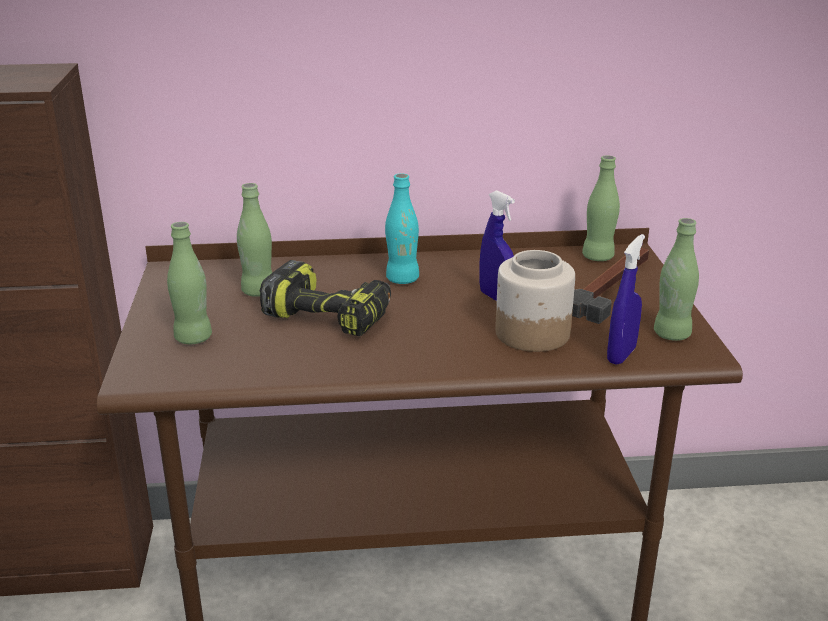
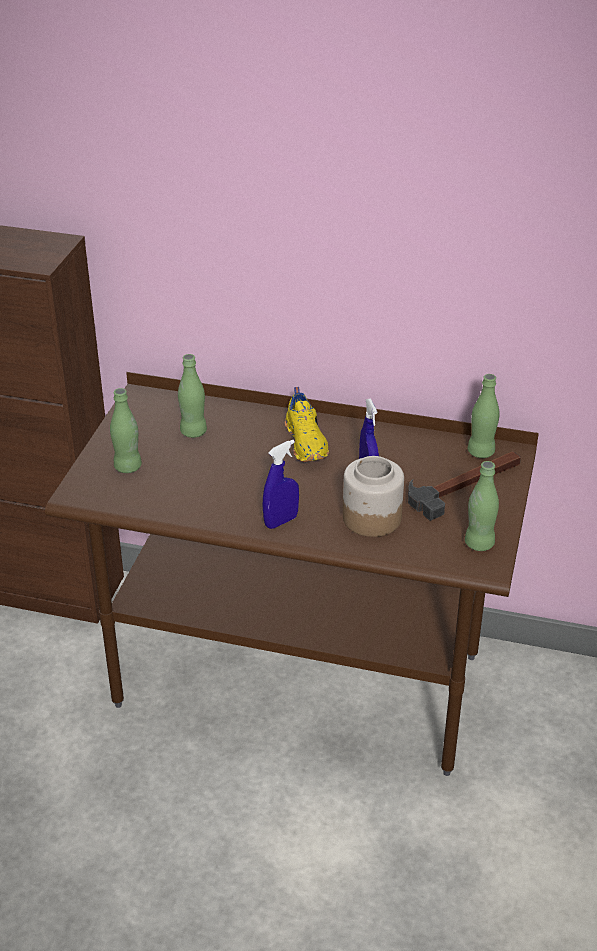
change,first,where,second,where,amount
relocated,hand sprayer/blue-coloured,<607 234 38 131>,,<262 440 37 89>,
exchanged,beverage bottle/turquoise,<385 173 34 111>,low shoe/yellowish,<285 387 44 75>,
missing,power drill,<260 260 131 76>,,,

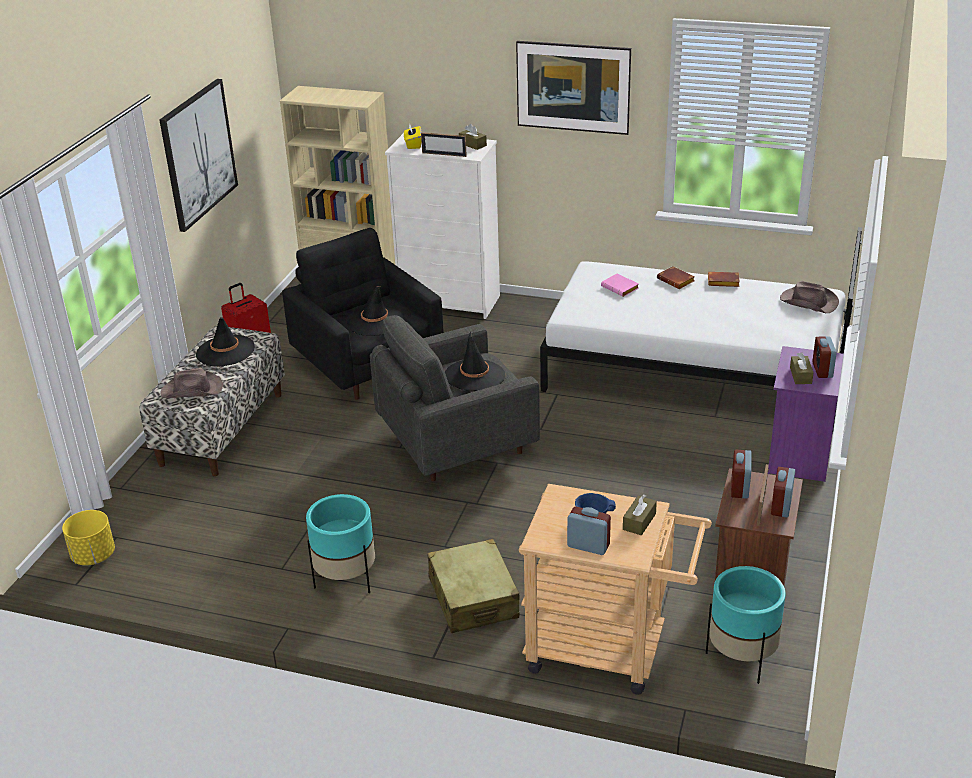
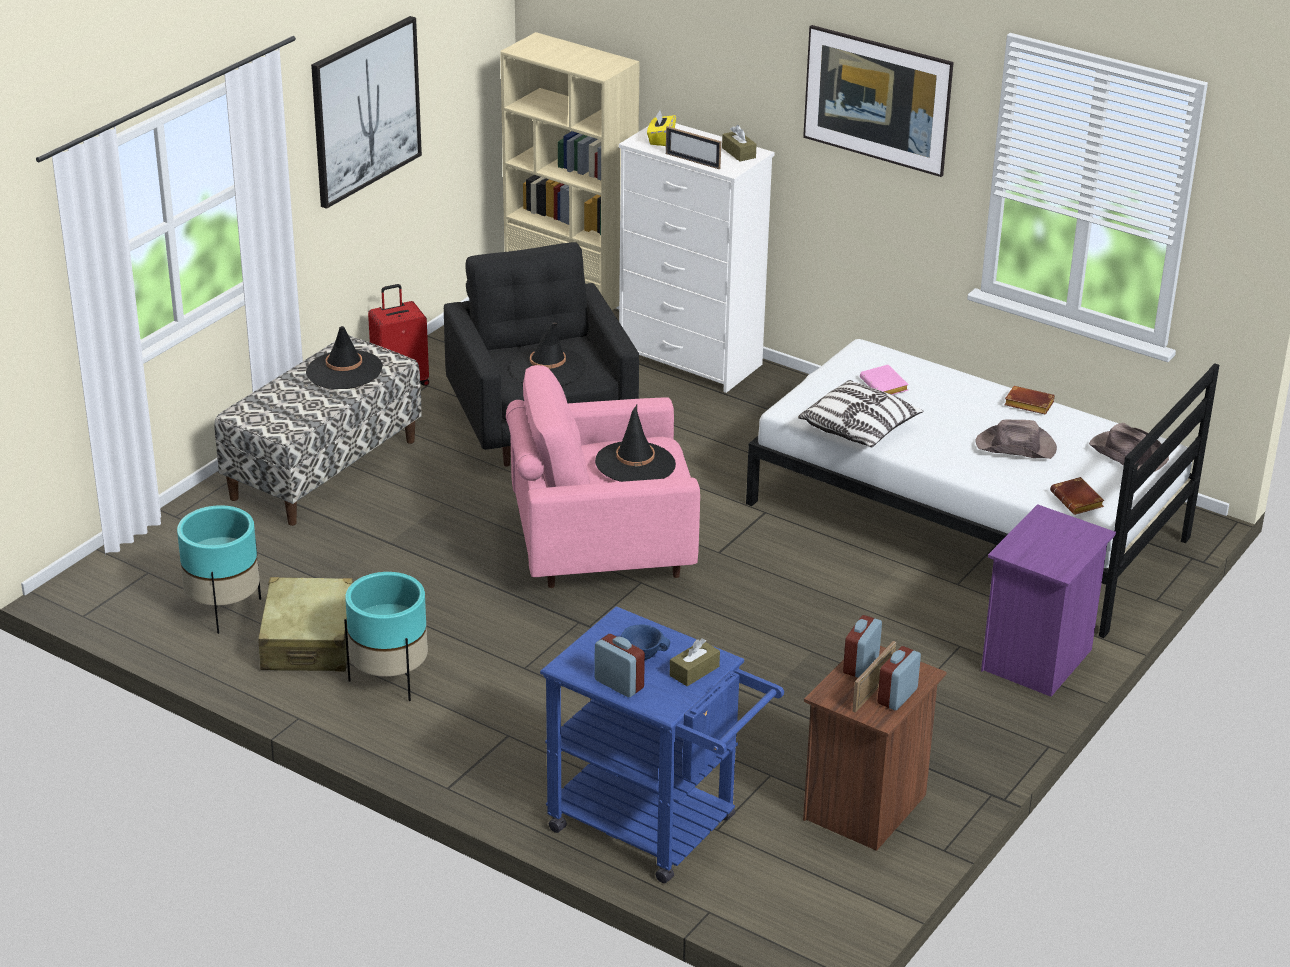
change,first,where,second,where,amount
relocated,plant pot/turquoise,<706 566 80 118>,,<177 505 84 129>,
relocated,suitcase/beige,<427 539 92 94>,,<258 577 95 95>,
colour,armchair/greyish,<370 315 170 166>,armchair/pinkish,<506 365 194 223>,
colour,trolley/beige,<519 484 193 211>,trolley/blue-coloured,<540 606 244 277>,
appeared,,,pillow,<798 380 126 67>,
relocated,clothing hat/brown,<160 368 63 30>,,<975 419 82 40>,
relocated,volume/brown,<657 266 38 23>,,<1050 477 54 38>,
missing,plant pot/yellowish,<62 510 53 55>,,,
missing,tissue holder/brown,<790 352 24 32>,,,
missing,alarm clock,<812 336 25 42>,,,

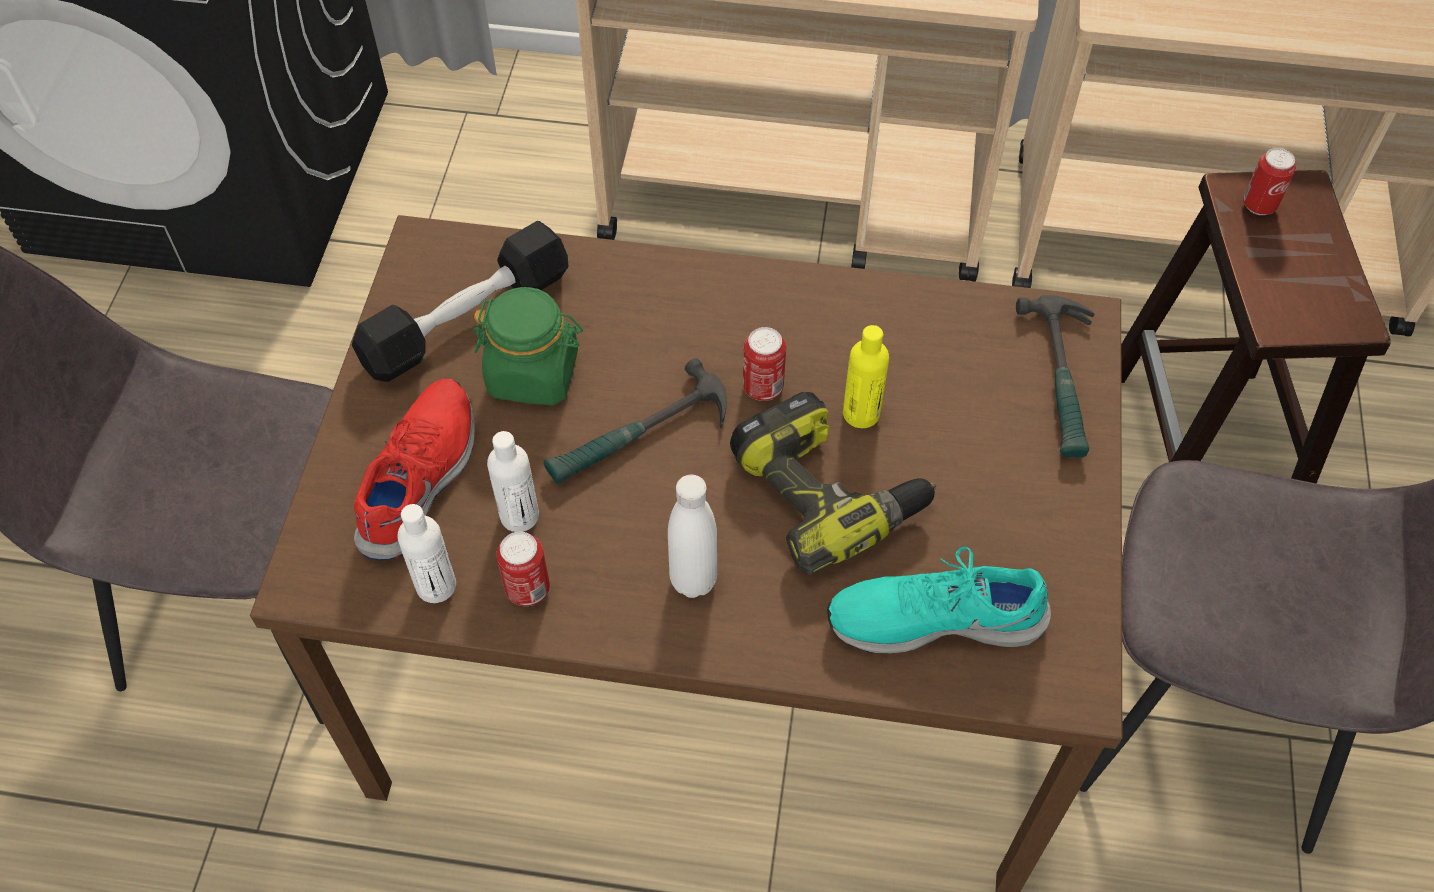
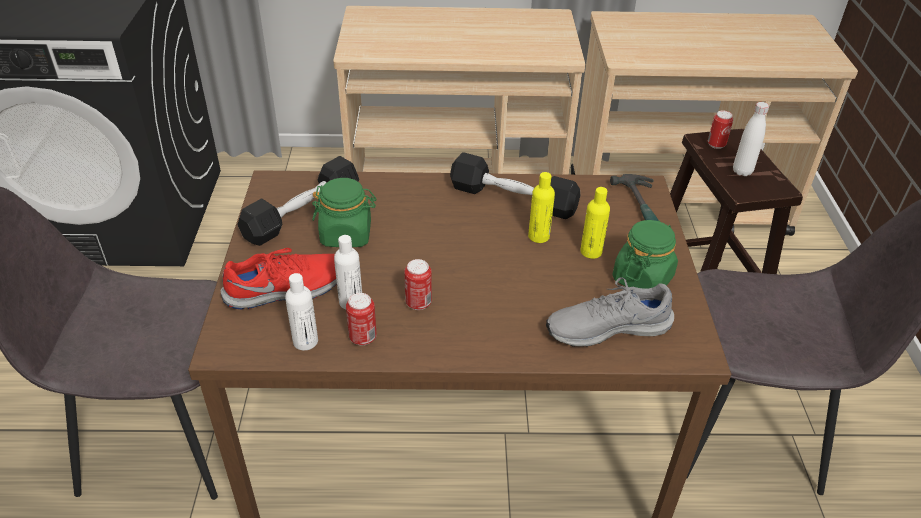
change,first,where,second,where,amount
spun,low shoe/red,<354 378 121 183>,,<221 248 116 61>,60 degrees clockwise
relocated,metal can,<743 327 43 74>,,<404 259 28 51>,
appeared,,,hand weight/black,<450 152 130 67>,
colour,low shoe/turquoise,<827 547 224 107>,low shoe/greyish,<546 277 128 70>,
appeared,,,beverage bottle/yellowish,<580 187 30 72>,
appeared,,,jar/green-coloured,<613 220 65 69>,
relocated,beverage bottle/white-coloured,<668 475 49 123>,,<733 102 36 74>,
missing,hand hammer,<544 358 183 126>,,,
missing,power drill,<730 392 206 182>,,,

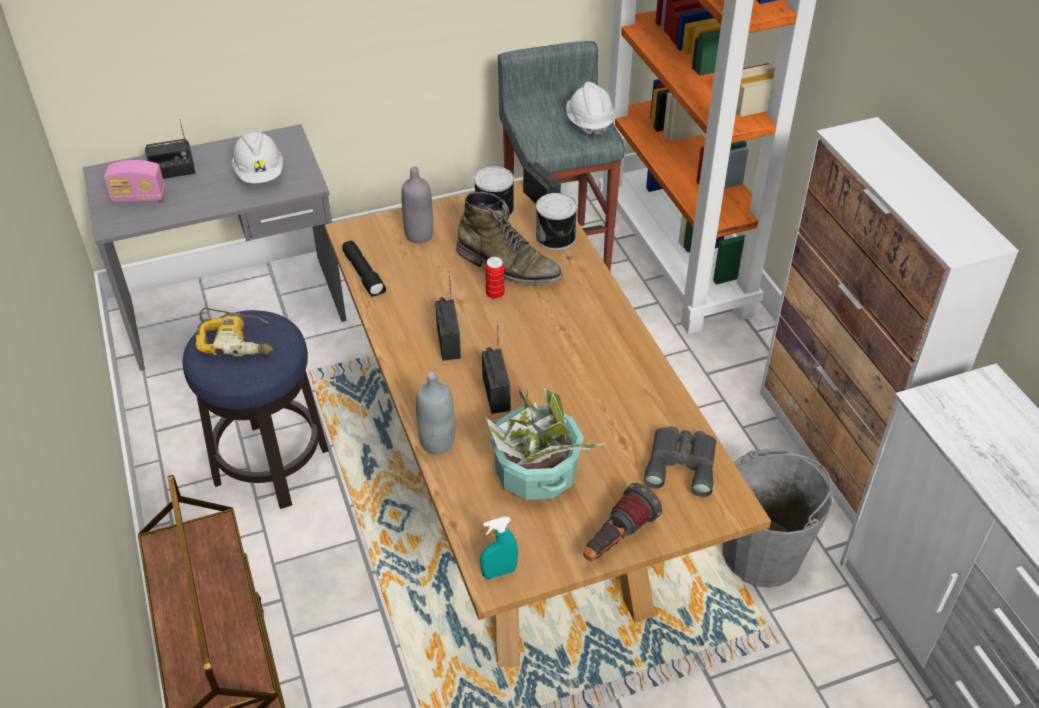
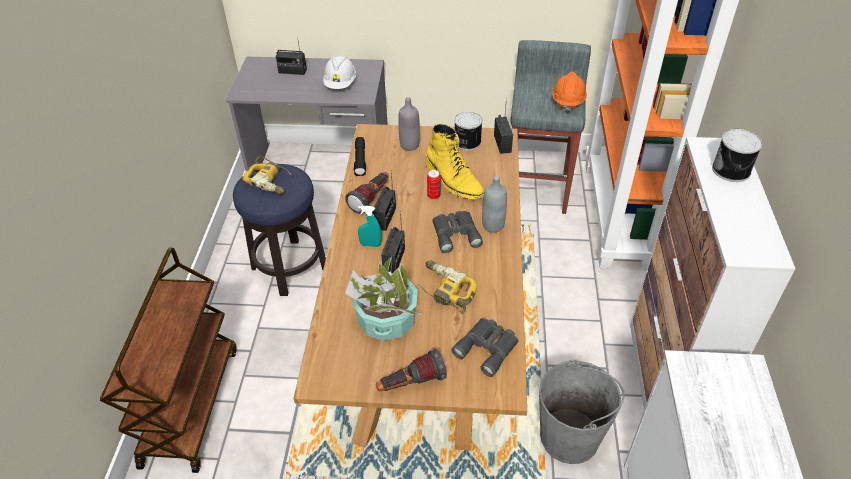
change,first,where,second,where,amount
appeared,,,flashlight,<345 172 44 42>,
relocated,hand sprayer/turquoise,<480 517 38 62>,,<358 206 24 41>,
appeared,,,power drill,<418 260 60 54>,
colour,tall boot/green-coloured,<456 192 107 93>,tall boot/yellowish,<425 124 59 75>,
appeared,,,field glasses/greyish,<432 211 51 42>,
relocated,beverage bottle/greyish,<416 372 39 83>,,<482 176 25 57>,
colour,safety helmet/white-coloured,<566 82 49 57>,safety helmet/orange-coloured,<552 72 35 41>,
relocated,metal can,<536 193 41 57>,,<712 129 51 53>,
missing,radio set,<104 160 62 42>,,,

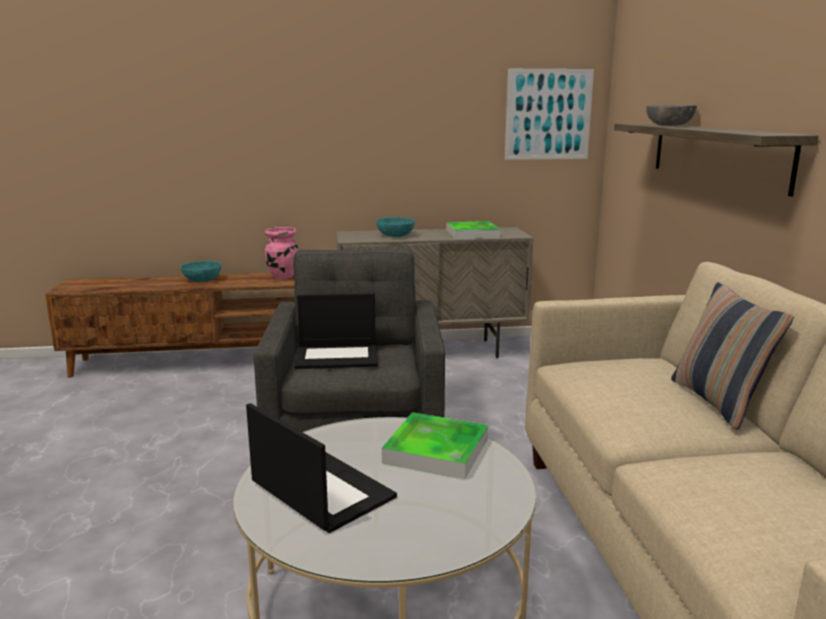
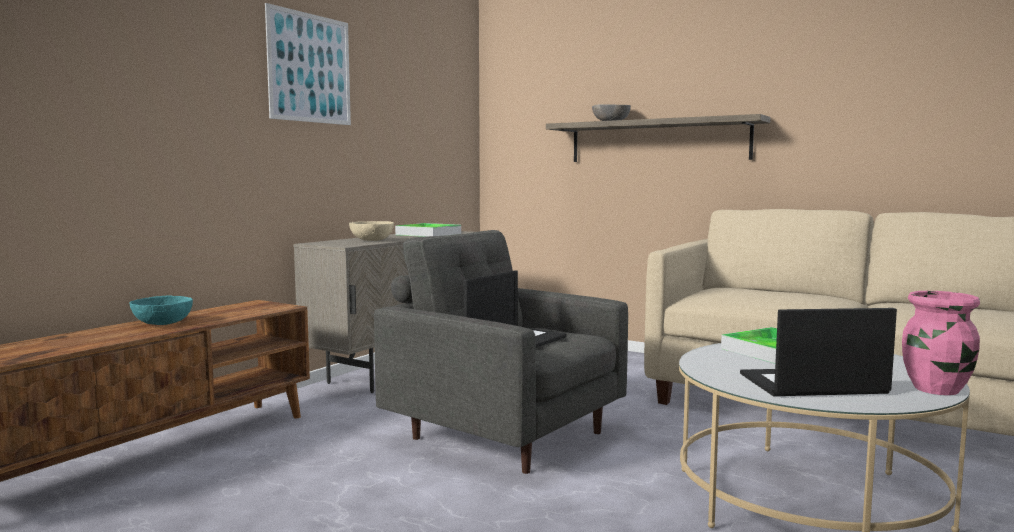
change,first,where,second,where,amount
relocated,picture,<505 69 89 91>,,<265 3 86 122>,
colour,deep dish/turquoise,<376 217 39 20>,deep dish/beige,<349 221 45 20>,
relocated,flower vase/pinkish,<265 227 33 52>,,<902 291 78 104>,
missing,pillow,<671 282 123 148>,,,

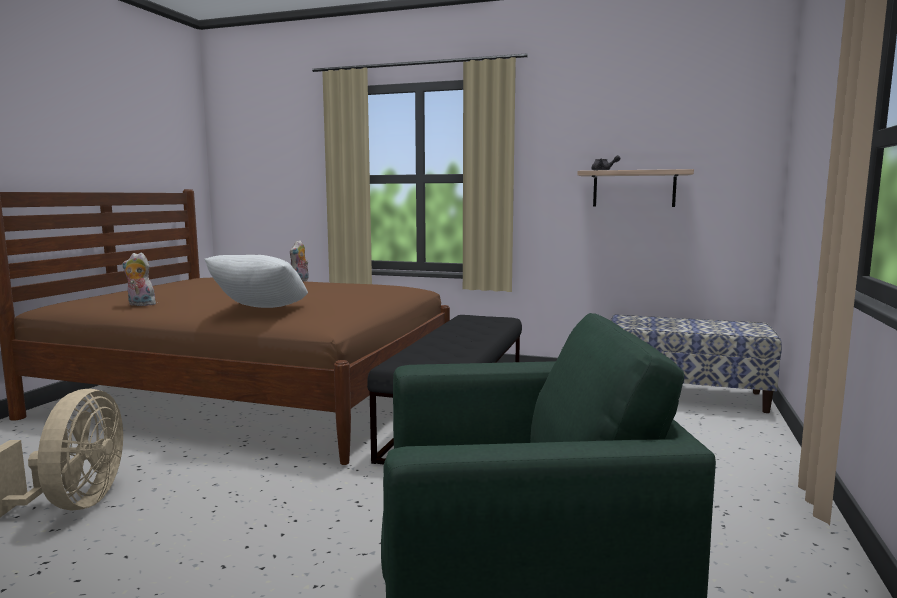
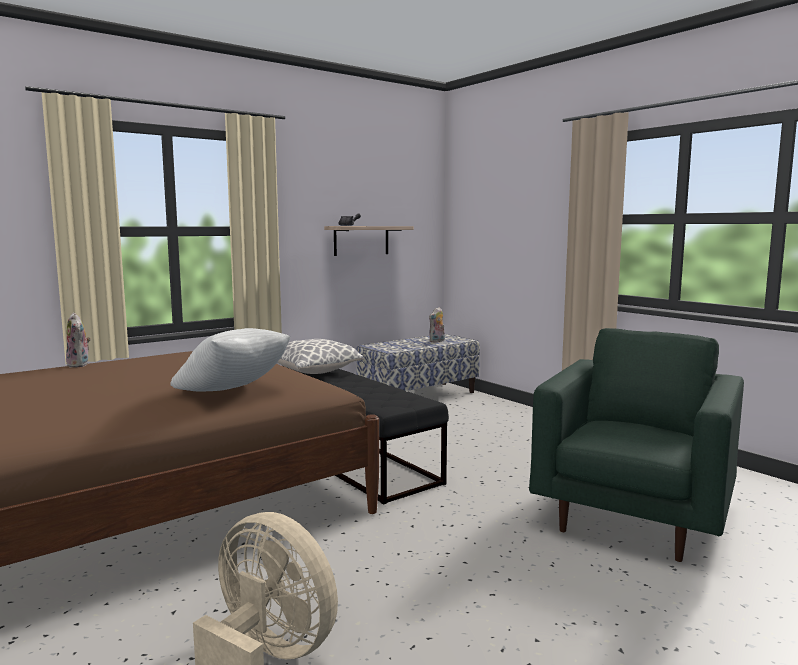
change,first,where,second,where,amount
appeared,,,pillow,<277 339 87 35>,
relocated,soft toy,<122 253 34 53>,,<429 307 16 36>,

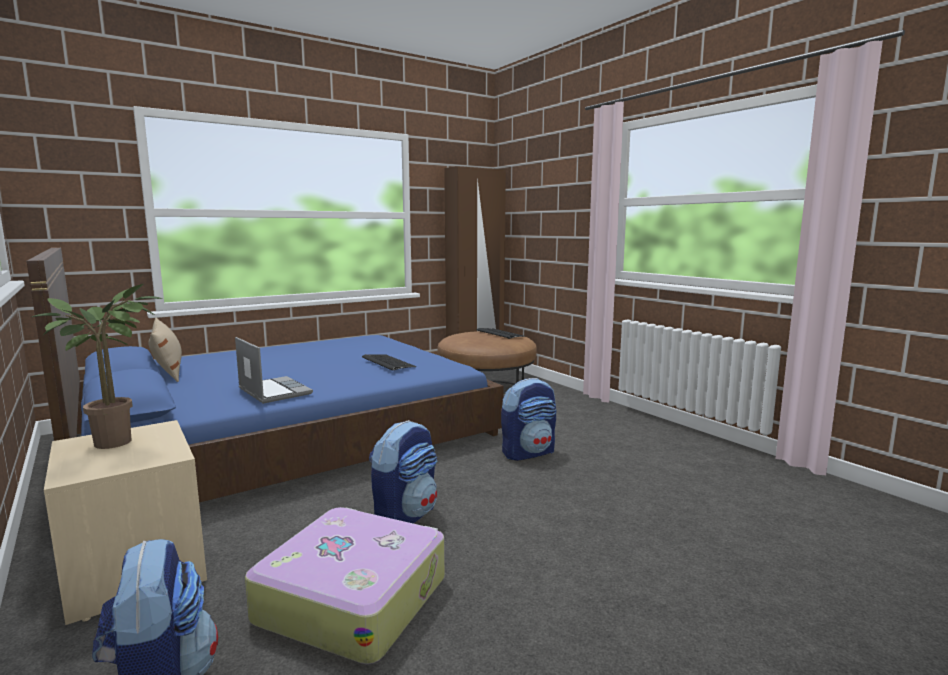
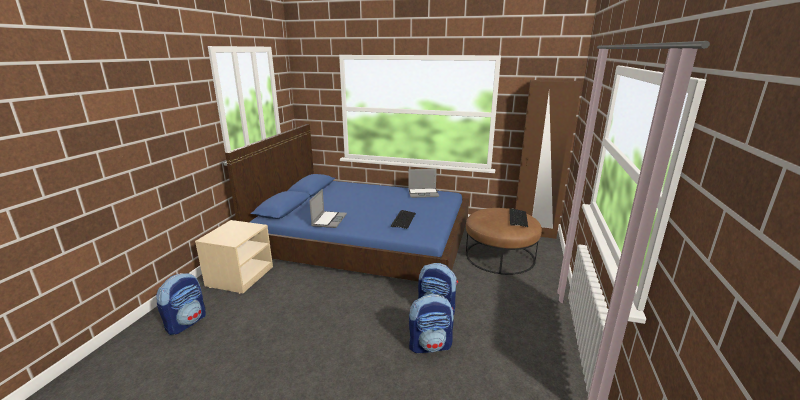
change,first,where,second,where,amount
appeared,,,notebook computer,<408 169 31 29>,
relocated,backpack,<369 420 68 104>,,<409 294 45 59>,
missing,houseplant,<32 284 130 165>,,,
missing,pillow/beige,<149 318 33 64>,,,
missing,suitcase,<245 507 200 157>,,,

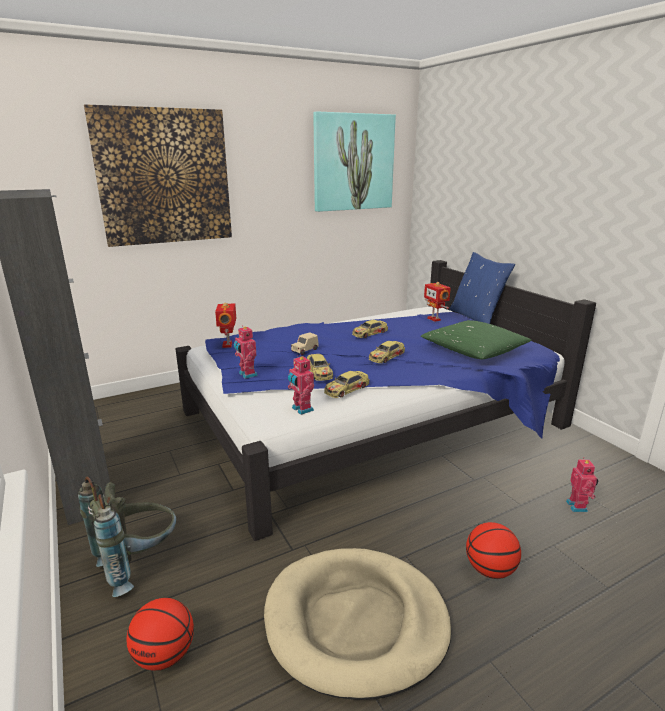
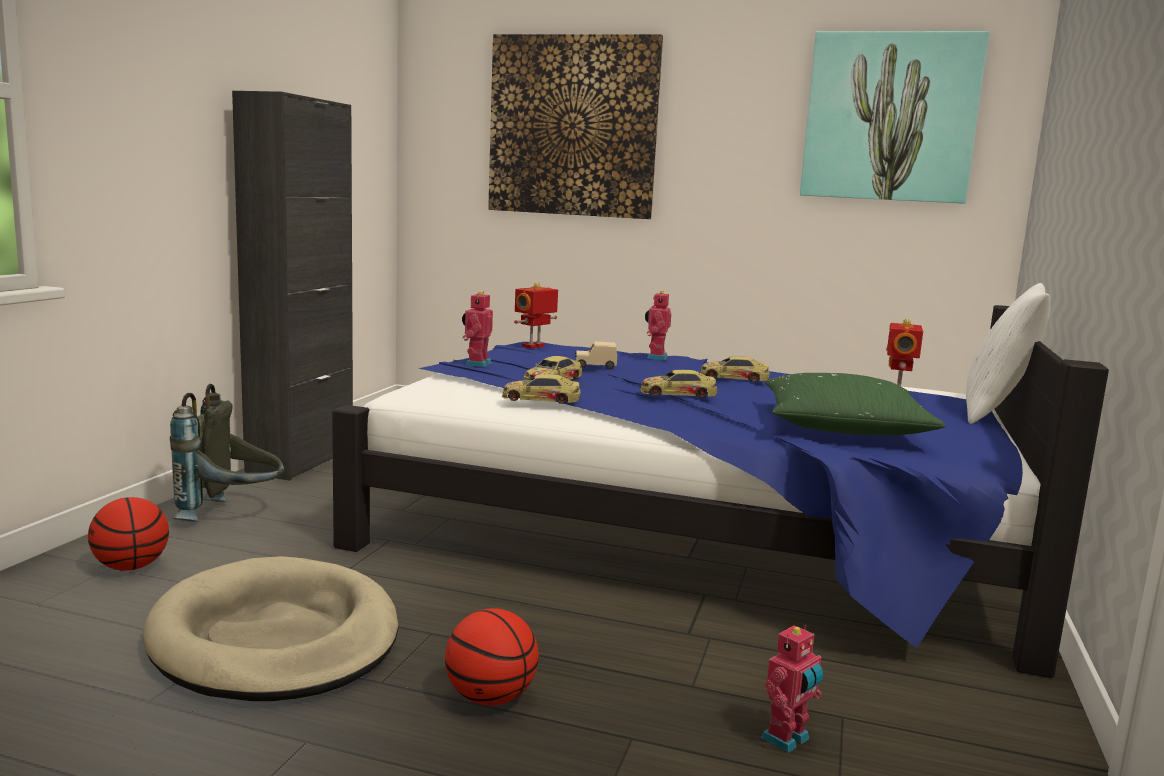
change,first,where,second,where,amount
relocated,robot figure,<288 355 26 60>,,<645 291 26 69>,
colour,pillow/blue-coloured,<449 252 66 72>,pillow/white-coloured,<966 283 85 141>,

